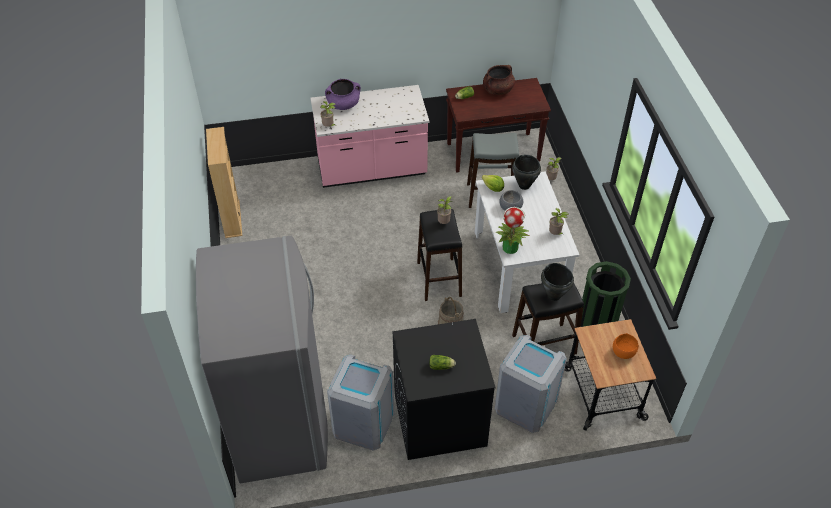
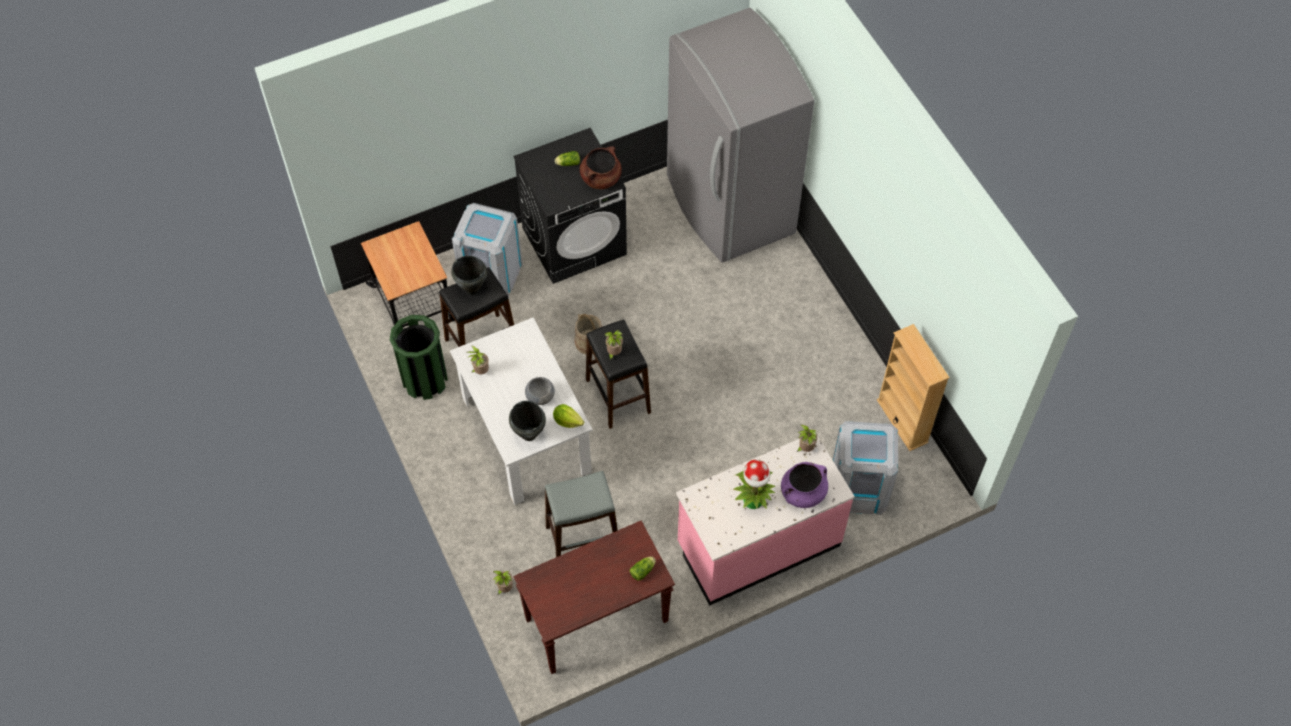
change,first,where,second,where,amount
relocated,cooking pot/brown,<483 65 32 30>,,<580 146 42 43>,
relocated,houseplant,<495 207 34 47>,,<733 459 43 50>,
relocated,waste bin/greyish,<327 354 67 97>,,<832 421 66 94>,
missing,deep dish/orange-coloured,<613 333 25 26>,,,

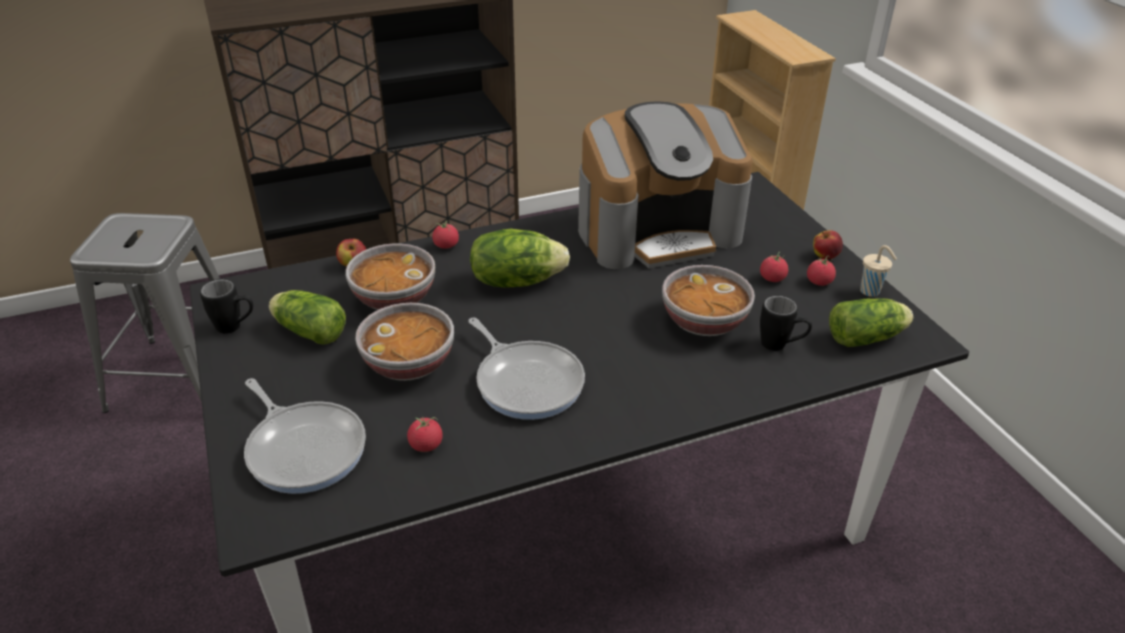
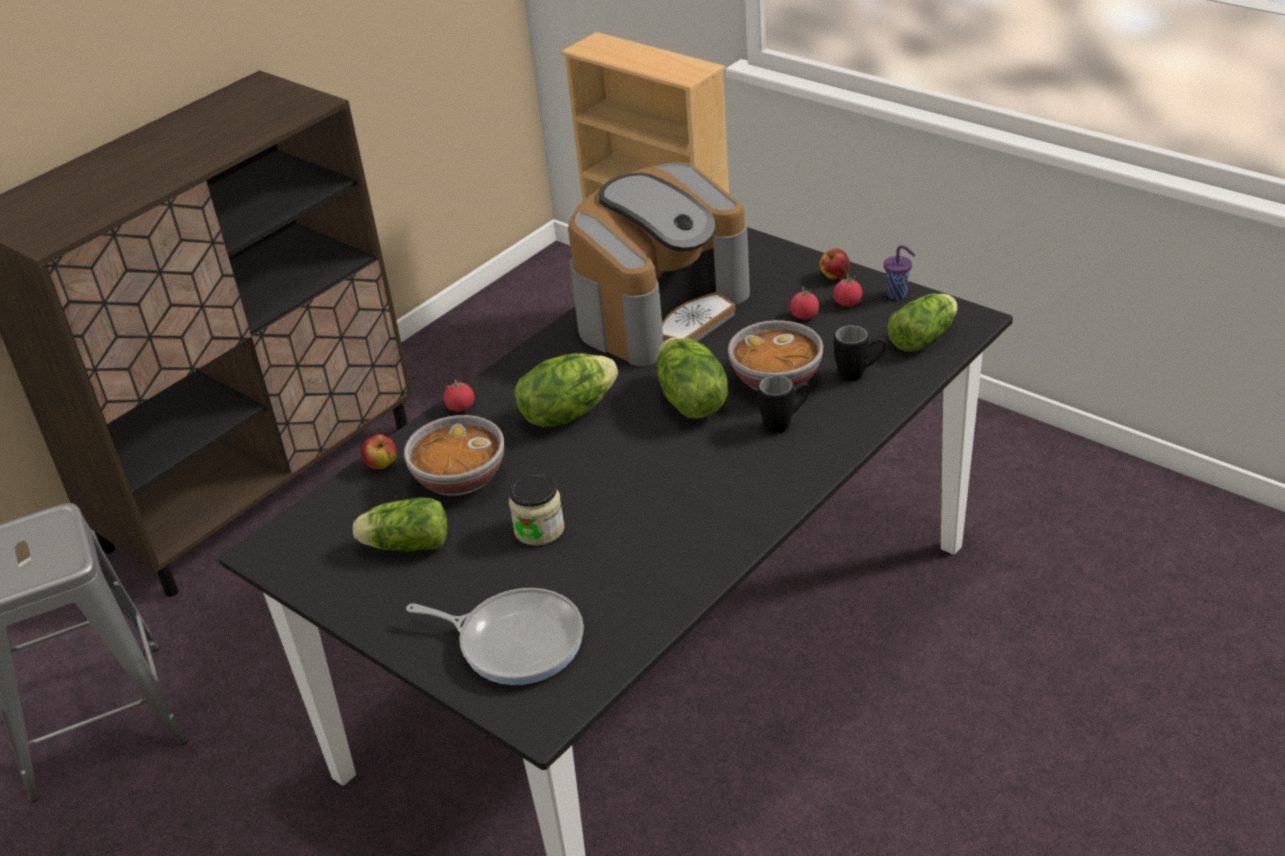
change,first,where,second,where,amount
exchanged,deep dish,<355 303 99 78>,jar,<509 474 55 72>,
appeared,,,head of lettuce,<657 338 71 81>,
relocated,coffee mug/black,<200 279 53 55>,,<758 375 52 58>,
colour,drinking cup/beige,<860 245 37 52>,drinking cup/purple,<883 245 32 55>,
missing,fresh tomato,<407 416 36 36>,,,
missing,pan,<468 317 117 103>,,,

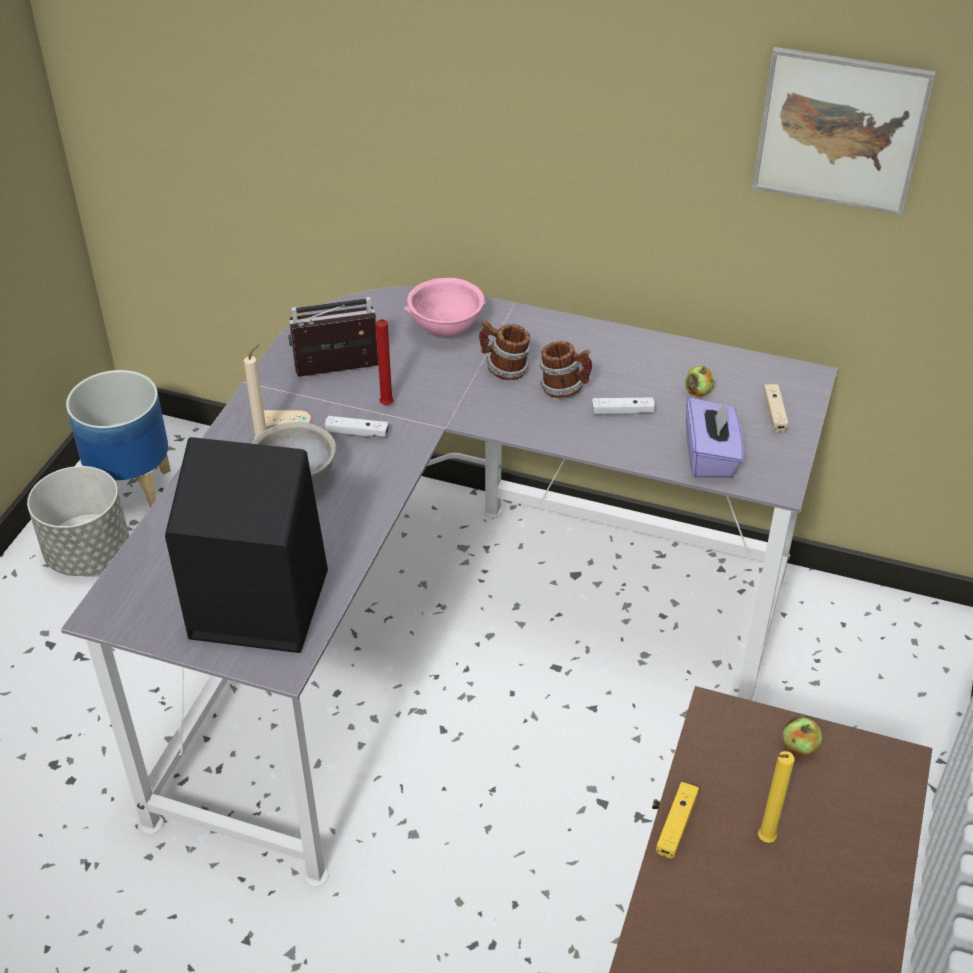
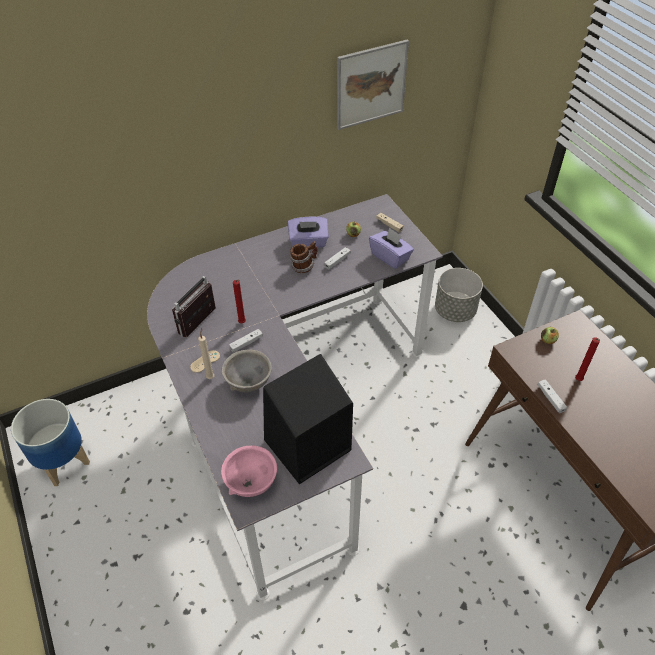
change,first,where,second,where,amount
relocated,deep dish/pinkish,<404 278 82 58>,,<221 446 56 51>,
appeared,,,tissue holder/purple,<288 217 41 31>,
relocated,plant pot/greyish,<27 466 102 110>,,<435 268 48 54>,
colour,game controller/yellowish,<656 782 43 77>,game controller/white-coloured,<537 379 30 34>,
colour,wax candle/yellowish,<758 751 37 92>,wax candle/red,<575 337 25 44>,
missing,coffee mug,<479 320 52 60>,,,

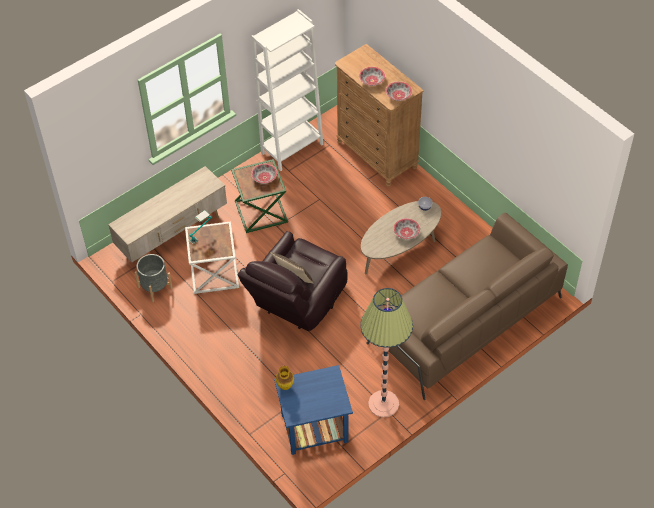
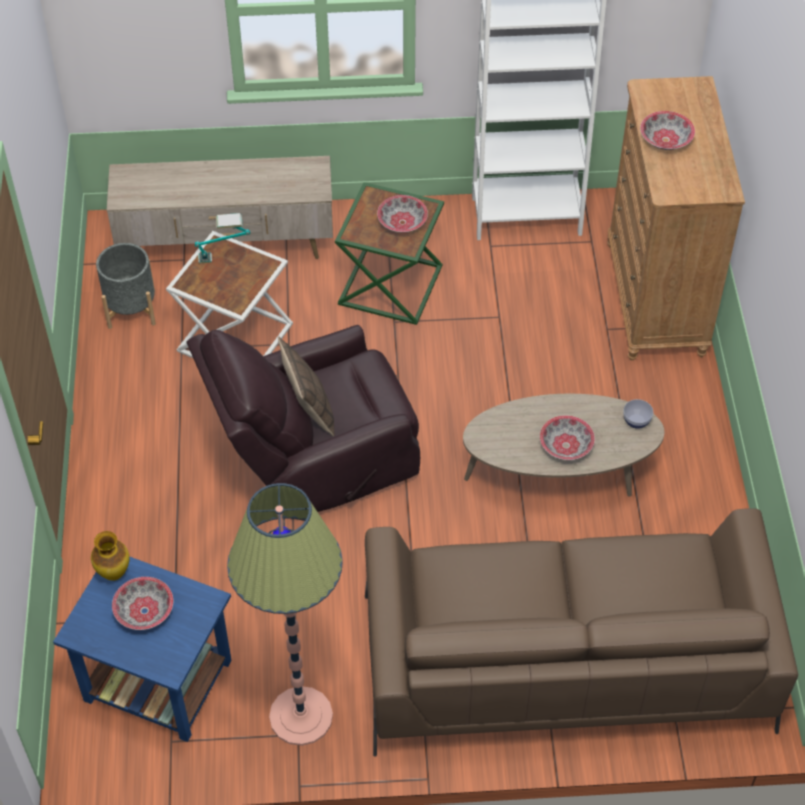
change,first,where,second,where,amount
relocated,deep dish,<386 81 26 20>,,<112 577 61 53>,

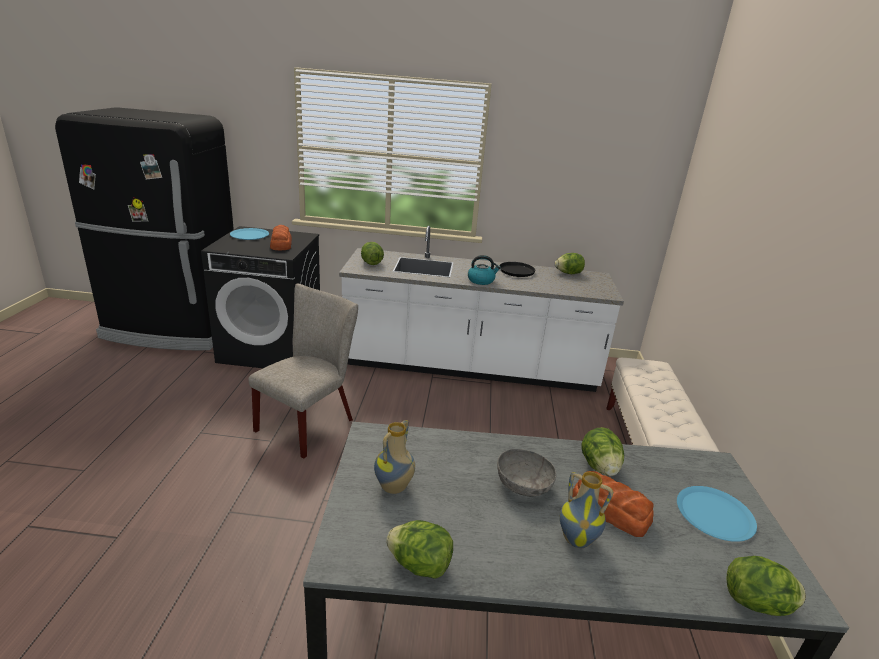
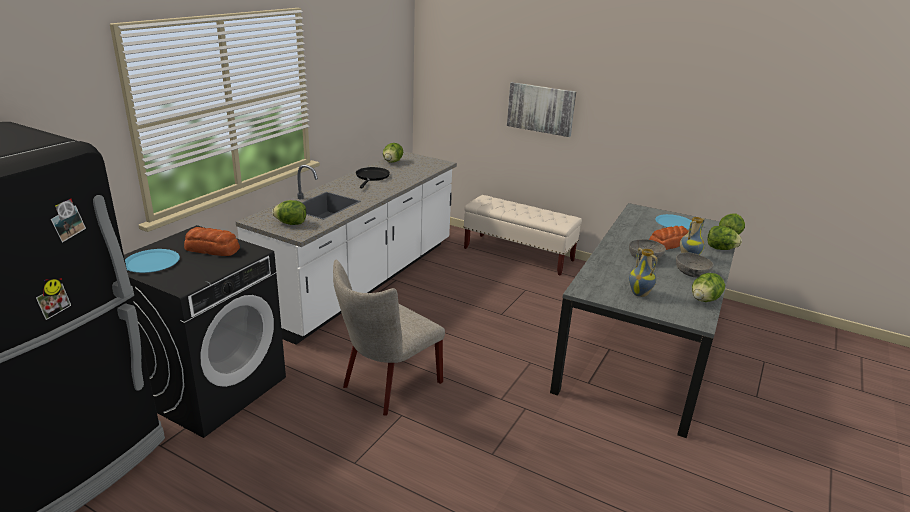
change,first,where,second,where,amount
spun,upright chair/beige,<248 284 110 175>,,<333 260 112 156>,105 degrees counterclockwise
appeared,,,picture,<507 82 69 55>,
appeared,,,deep dish/greyish,<676 252 38 26>,
relocated,head of lettuce,<582 427 42 49>,,<707 226 35 24>,
missing,kettle,<468 255 33 30>,,,

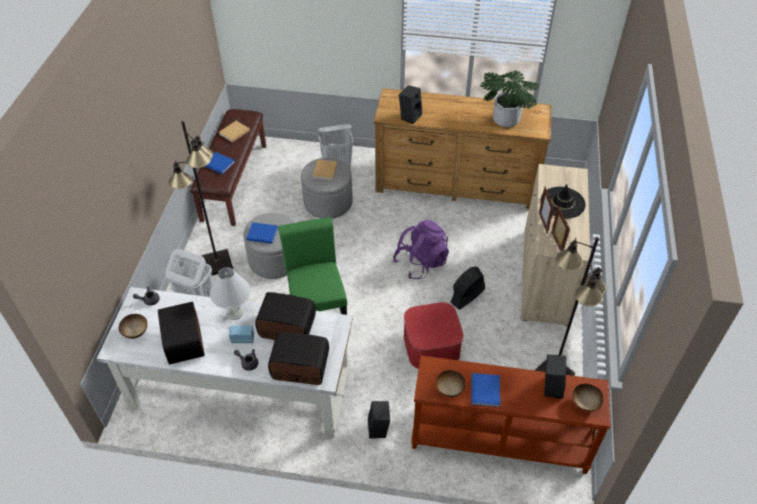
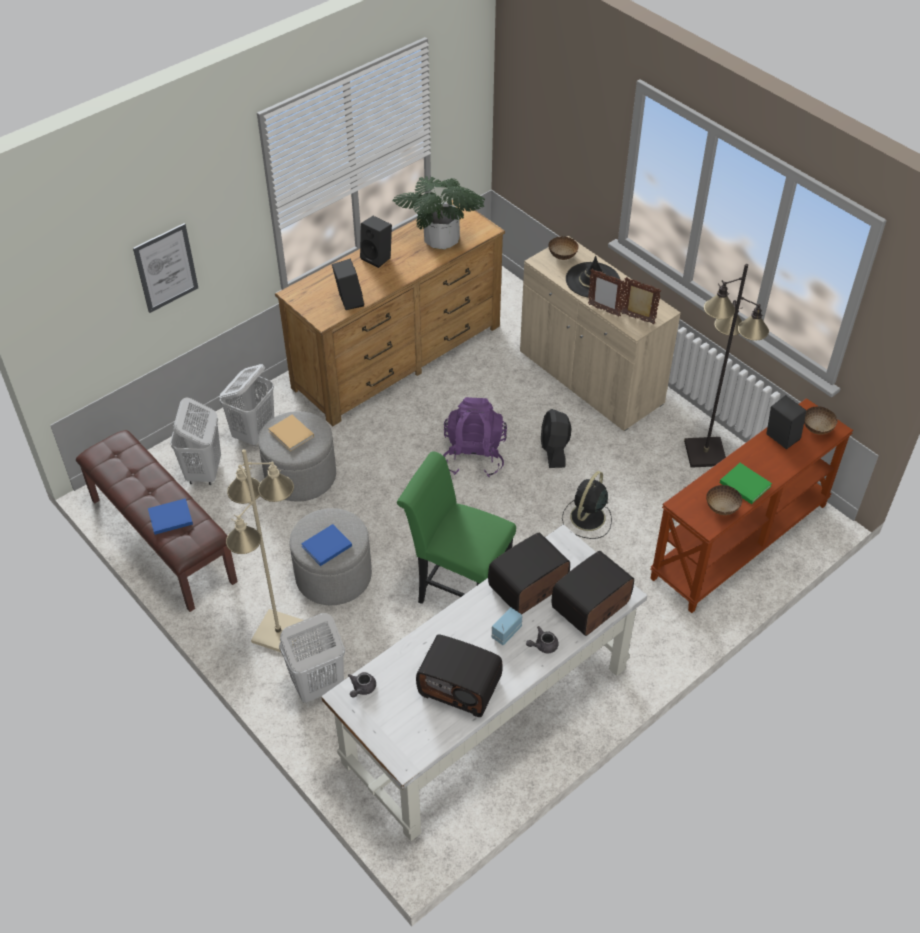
change,first,where,second,where,amount
appeared,,,picture,<133 223 65 90>,
appeared,,,hamper/white-coloured,<170 398 51 87>,
colour,floor lamp/black,<169 121 64 154>,floor lamp/beige,<226 449 77 203>,
relocated,speaker/black,<368 401 22 38>,,<360 216 32 52>,
relocated,deep dish,<119 314 28 25>,,<549 237 30 23>,
exchanged,ottoman,<404 302 59 67>,cooling fan/black,<562 471 50 68>,
colour,volume/blue-coloured,<471 373 29 34>,volume/green-coloured,<720 463 52 41>,
missing,table lamp/white-coloured,<210 267 41 53>,,,
missing,volume/beige,<219 121 31 22>,,,

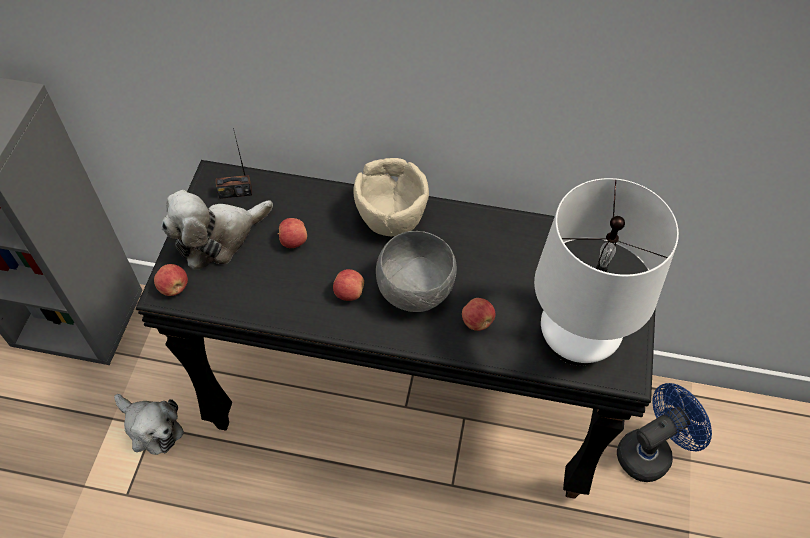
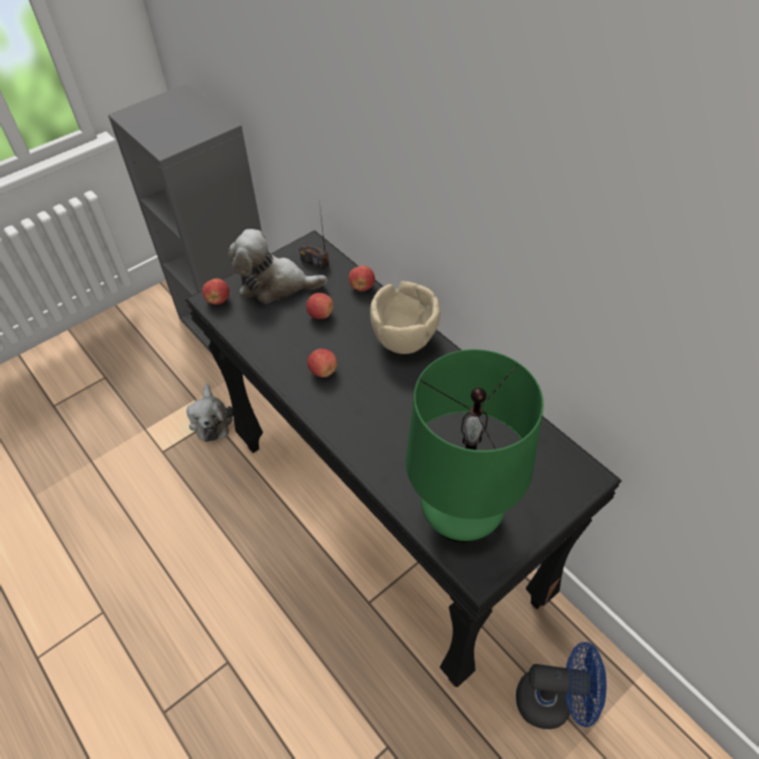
change,first,where,second,where,amount
relocated,apple,<462 298 33 33>,,<349 265 26 26>,
colour,table lamp/white-coloured,<534 178 145 188>,table lamp/green-coloured,<406 349 138 194>,
missing,deep dish/greyish,<376 231 81 81>,,,

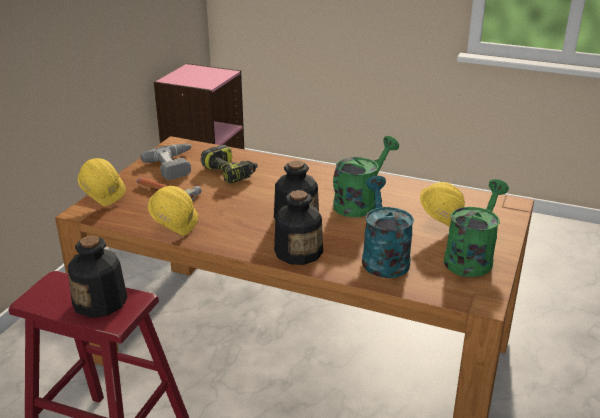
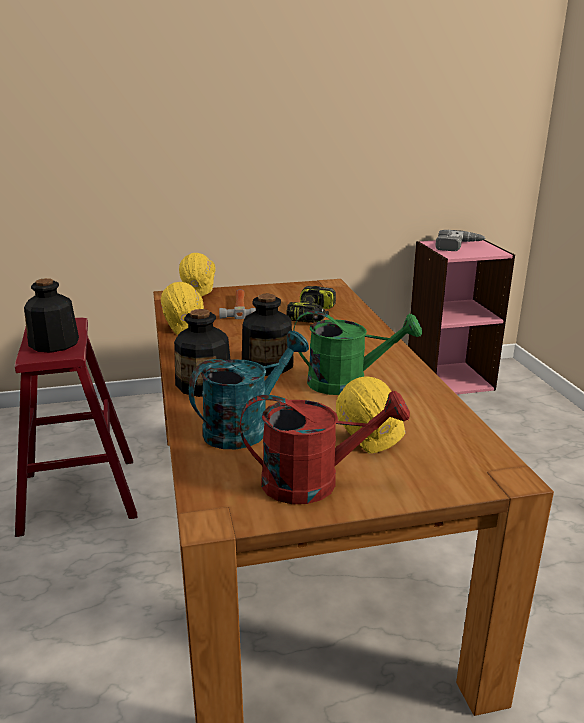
change,first,where,second,where,amount
colour,sprinkling can/green-coloured,<444 179 65 98>,sprinkling can/red,<240 390 170 114>,
relocated,power drill,<141 144 51 36>,,<435 230 51 21>,

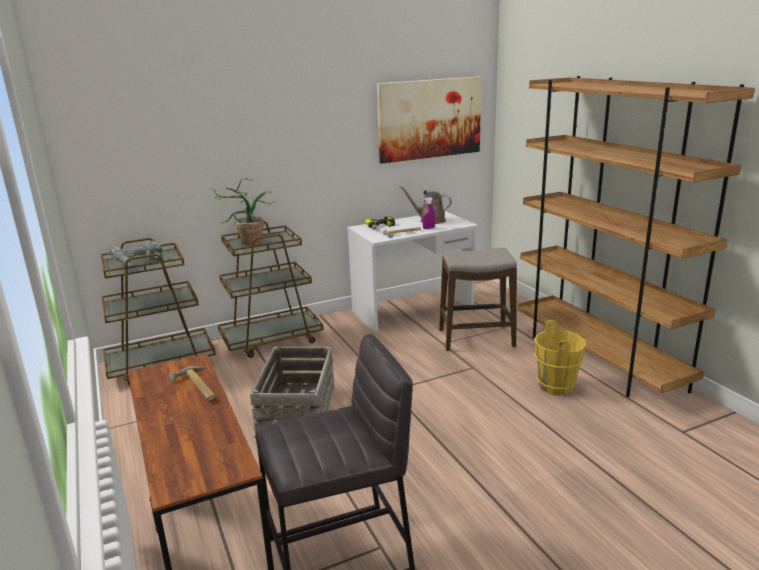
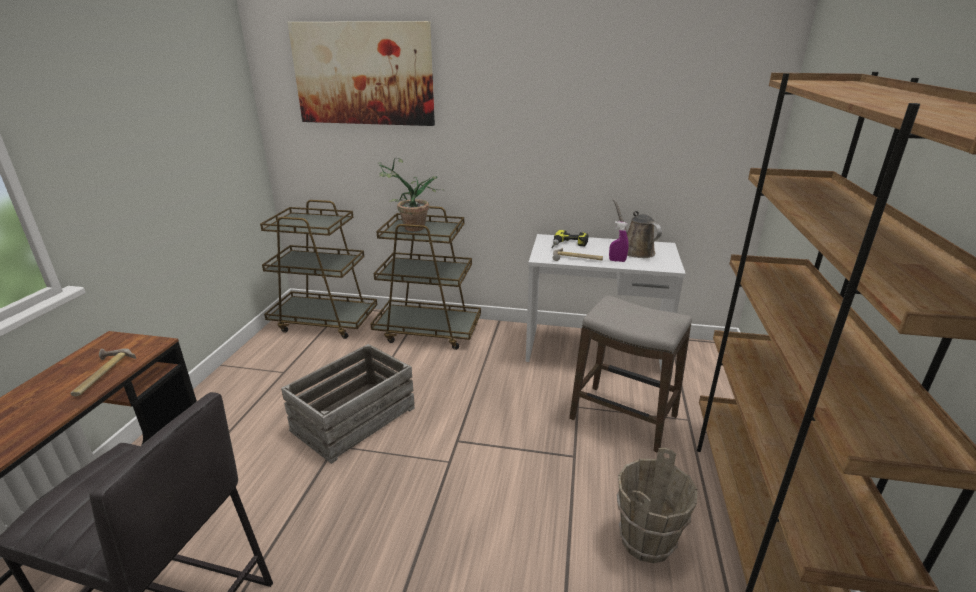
change,first,where,second,where,amount
relocated,picture,<377 76 105 88>,,<287 21 148 105>,
colour,bucket/yellowish,<534 320 52 75>,bucket/brown,<617 448 81 116>,
missing,power drill,<109 240 58 26>,,,

